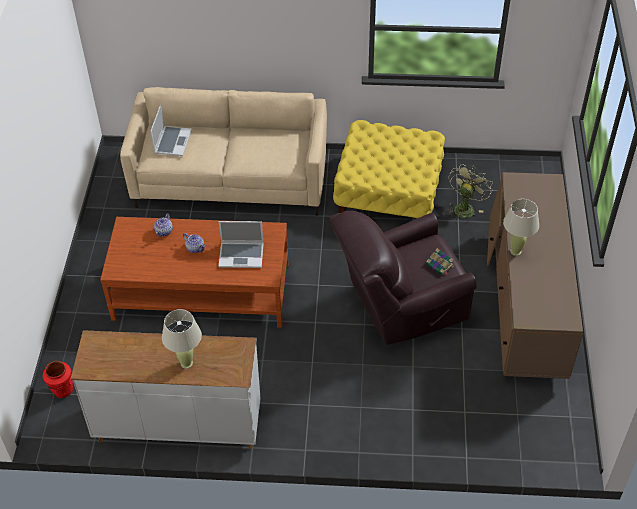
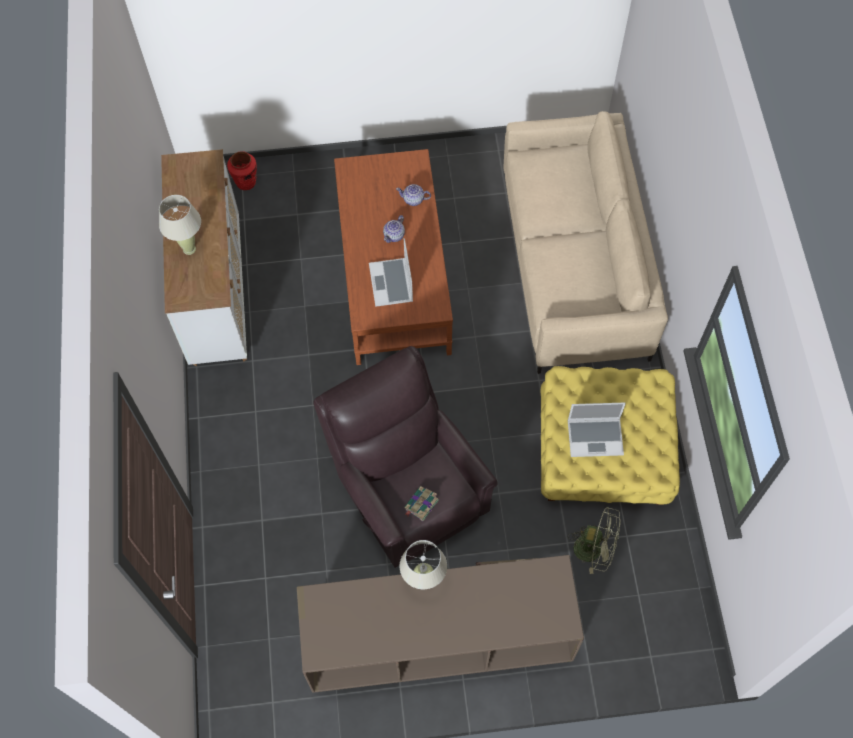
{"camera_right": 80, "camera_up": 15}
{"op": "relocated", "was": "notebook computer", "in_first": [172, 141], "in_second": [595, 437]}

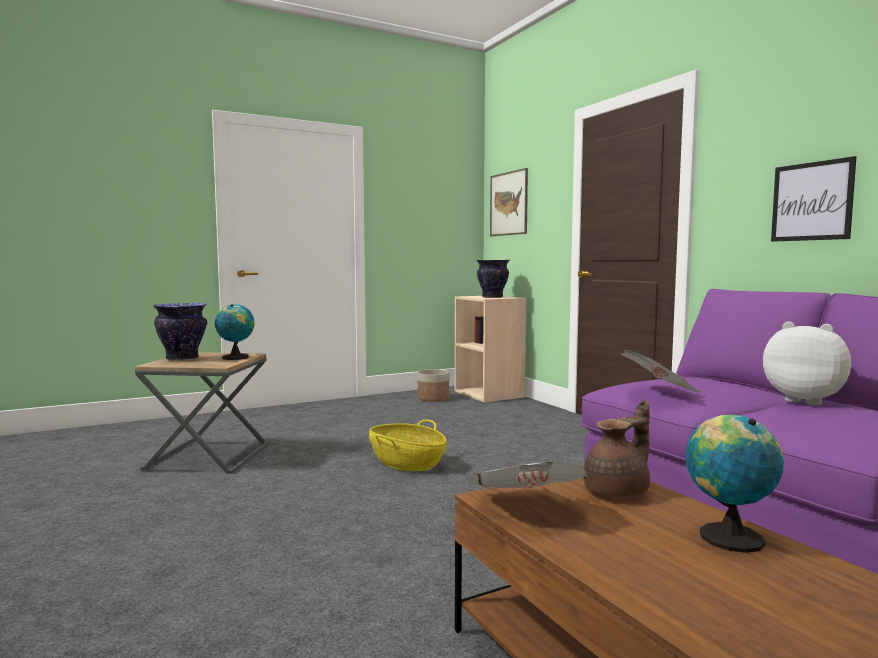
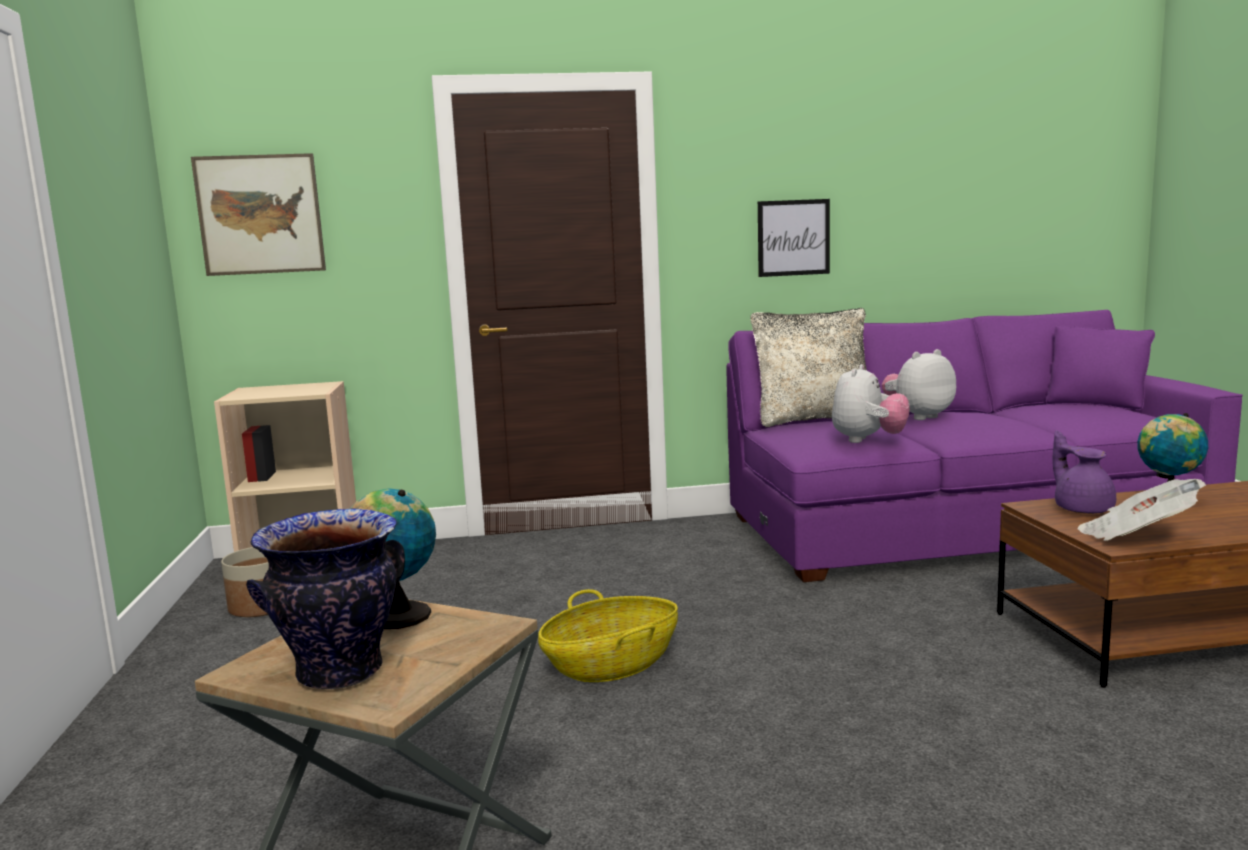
{"camera_right": -70, "camera_up": 5}
{"op": "missing", "was": "decorative vase", "in_first": [492, 297]}
{"op": "colour", "was": "brownish pot for tea", "now": "purple-coloured pot for tea", "in_first": [618, 491], "in_second": [1082, 509]}
{"op": "exchanged", "was": "daily paper", "now": "plush toy", "in_first": [661, 392], "in_second": [868, 440]}
{"op": "appeared", "now": "beige cushion", "in_second": [814, 421]}

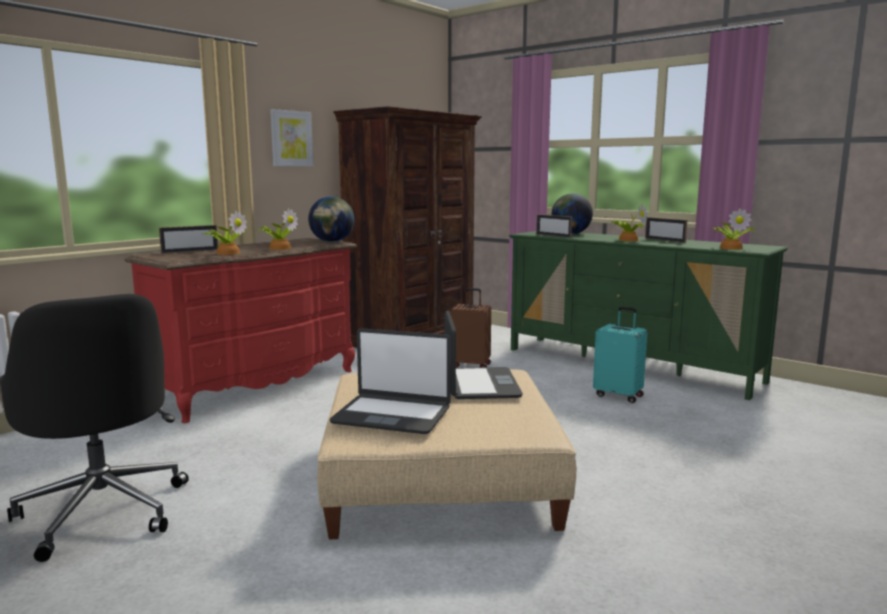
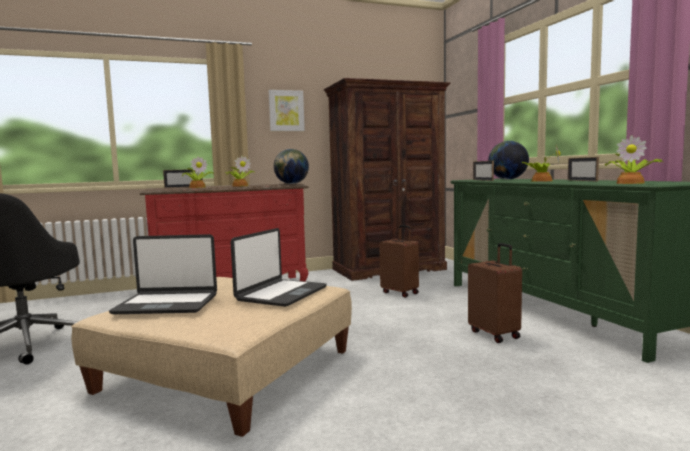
{"camera_right": 30, "camera_up": -5}
{"op": "spun", "was": "notebook computer", "in_first": [392, 415], "in_second": [167, 304], "clockwise": -45}
{"op": "colour", "was": "turquoise piece of luggage", "now": "brownish piece of luggage", "in_first": [619, 395], "in_second": [495, 334]}

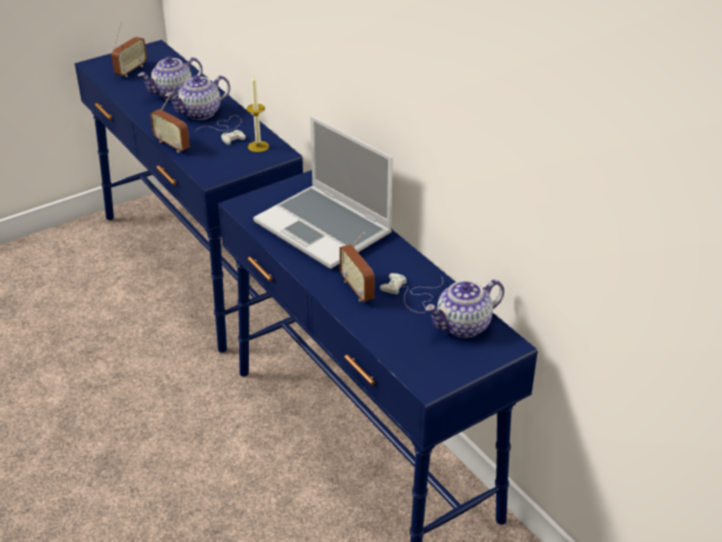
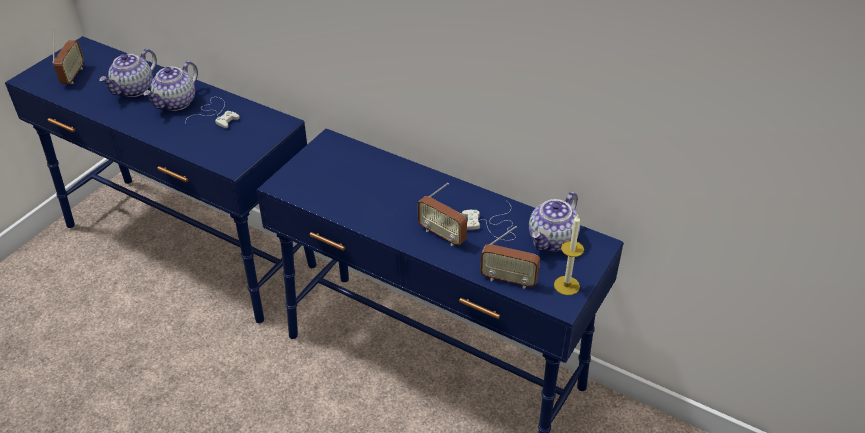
{"camera_right": -25, "camera_up": 5}
{"op": "relocated", "was": "radio receiver", "in_first": [172, 145], "in_second": [508, 280]}
{"op": "relocated", "was": "candle", "in_first": [258, 146], "in_second": [566, 285]}
{"op": "missing", "was": "notebook computer", "in_first": [325, 229]}

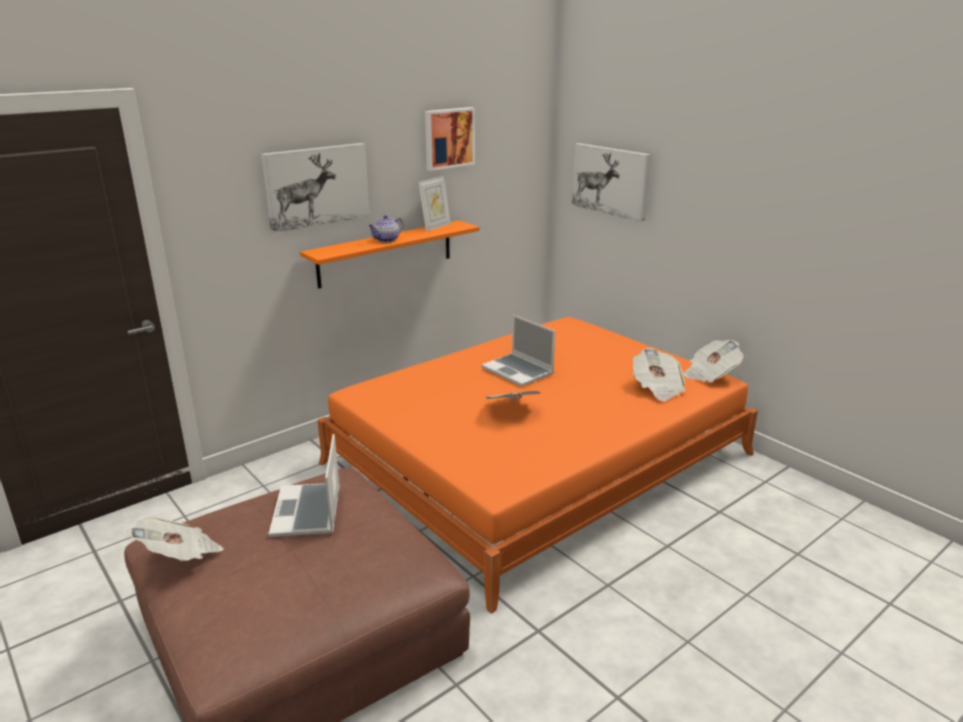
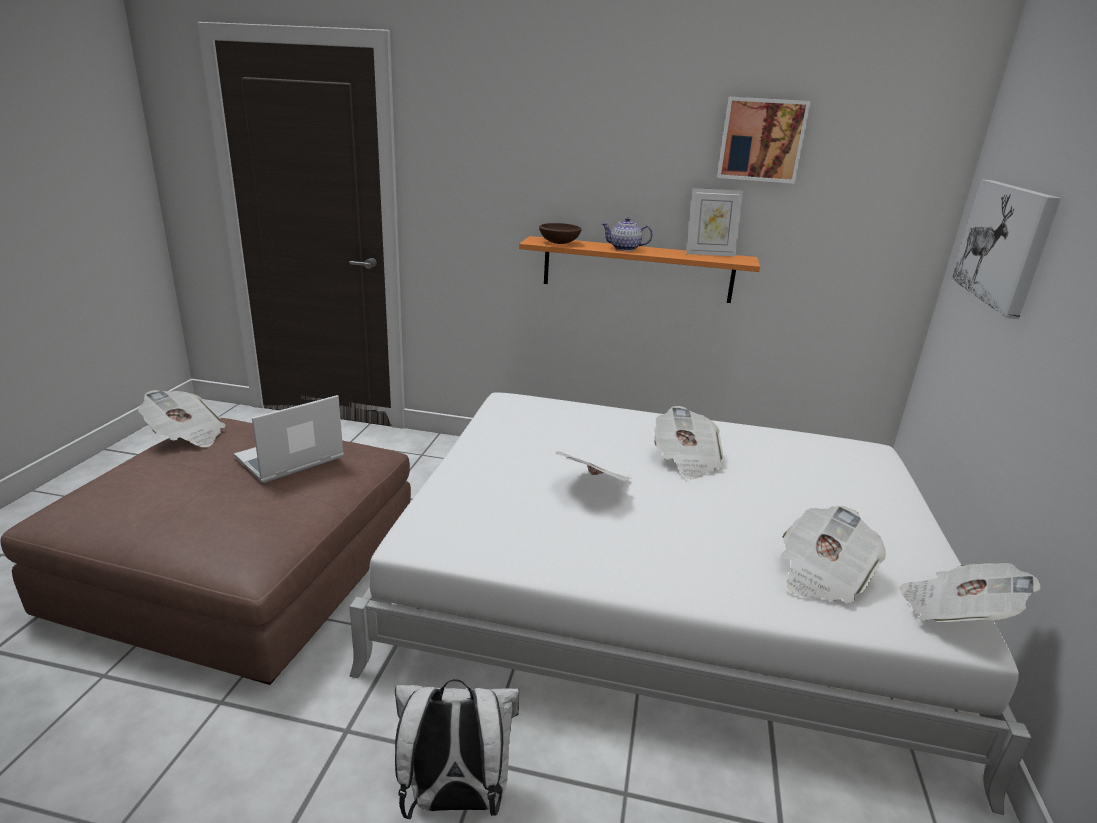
{"camera_right": 50, "camera_up": 0}
{"op": "missing", "was": "wall picture", "in_first": [316, 186]}
{"op": "colour", "was": "orangey bedroom bed", "now": "whitish bedroom bed", "in_first": [538, 459], "in_second": [663, 585]}
{"op": "exchanged", "was": "notebook computer", "now": "daily paper", "in_first": [519, 371], "in_second": [686, 460]}
{"op": "appeared", "now": "whitish backpack", "in_second": [455, 799]}
{"op": "appeared", "now": "brownish bowl", "in_second": [559, 242]}

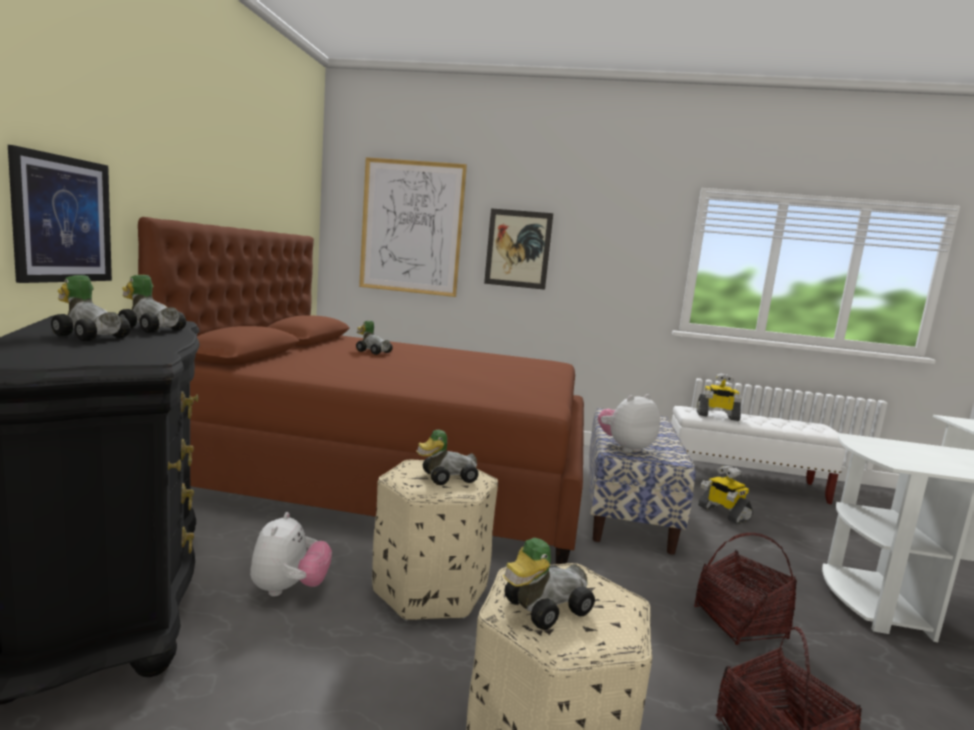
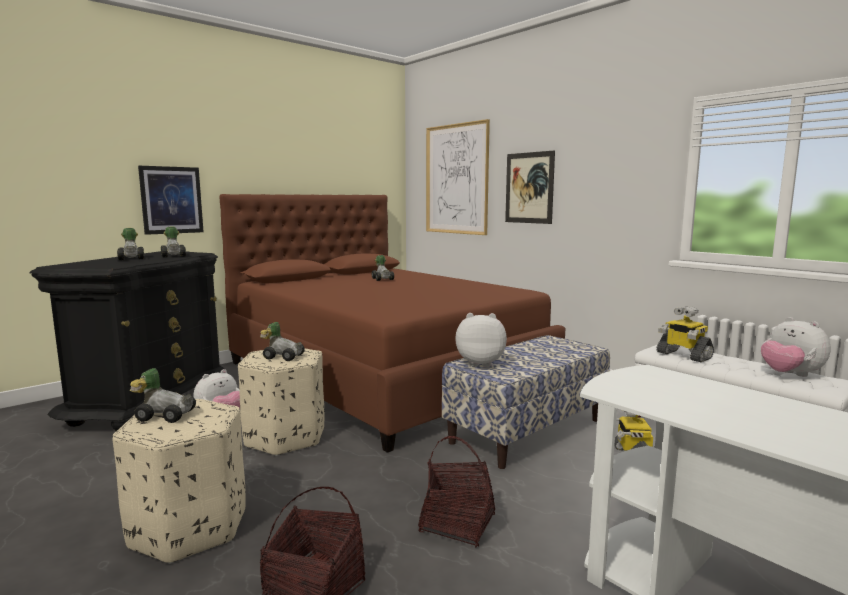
{"camera_right": 40, "camera_up": 0}
{"op": "appeared", "now": "plush toy", "in_second": [790, 374]}

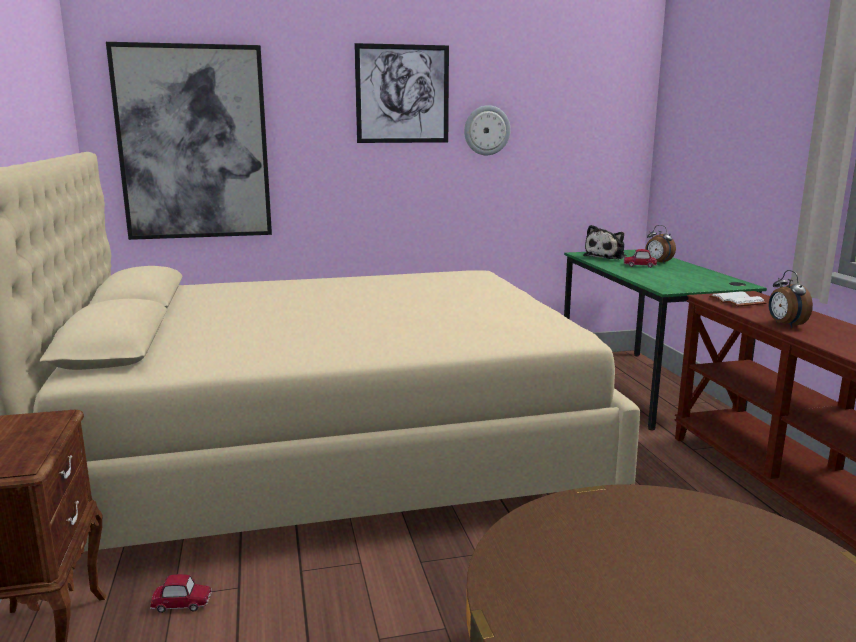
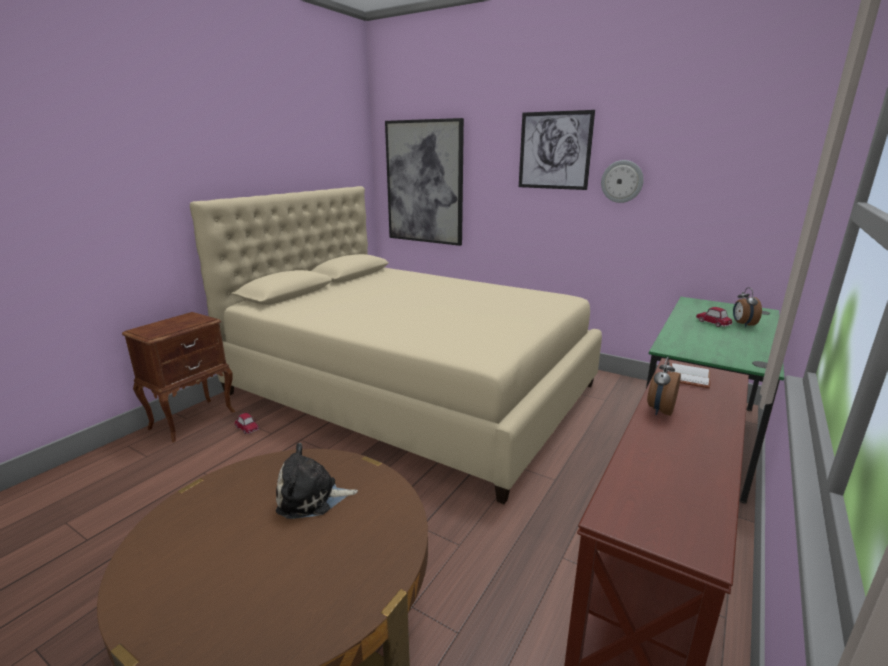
{"camera_right": 45, "camera_up": 5}
{"op": "relocated", "was": "plush toy", "in_first": [606, 256], "in_second": [312, 498]}

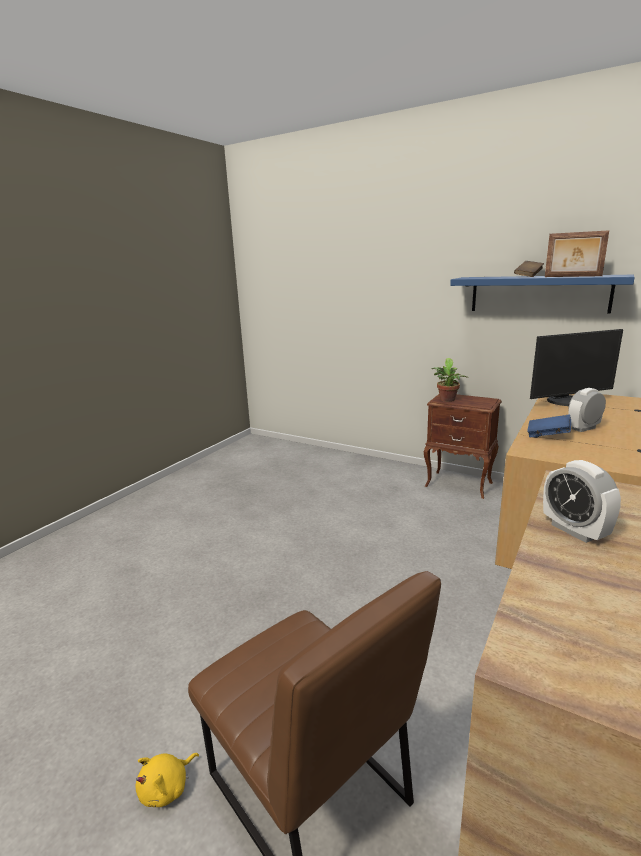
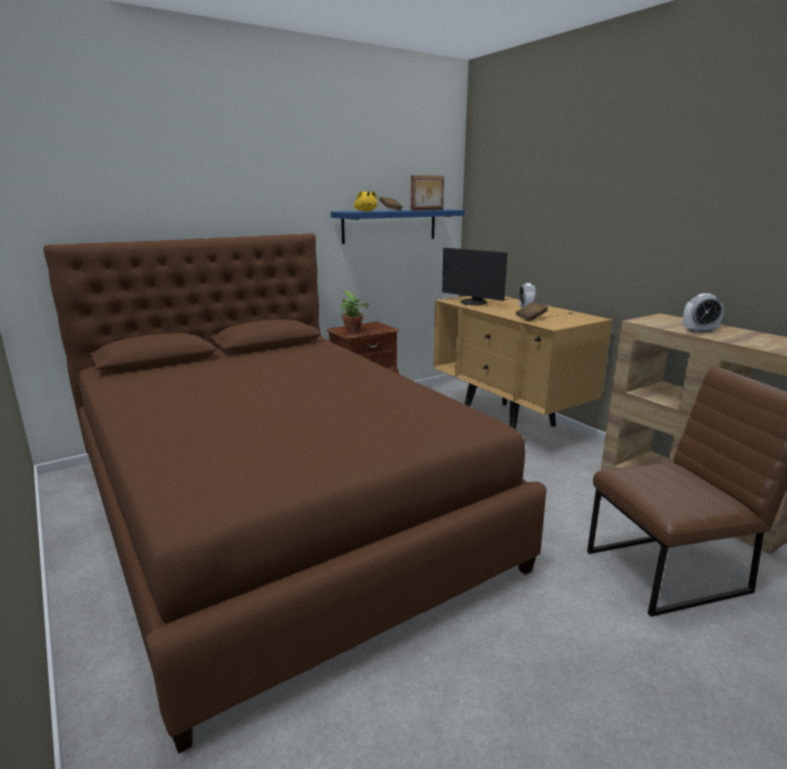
{"camera_right": -65, "camera_up": 0}
{"op": "relocated", "was": "yellow plush toy", "in_first": [167, 788], "in_second": [365, 211]}
{"op": "colour", "was": "blue-coloured bound book", "now": "brownish bound book", "in_first": [548, 435], "in_second": [531, 318]}
{"op": "spun", "was": "monitor", "in_first": [567, 401], "in_second": [472, 302], "clockwise": 120}
{"op": "appeared", "now": "brownish bedroom bed", "in_second": [278, 509]}

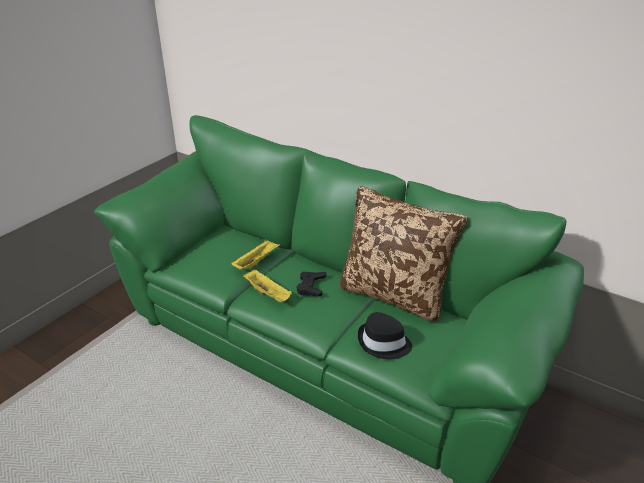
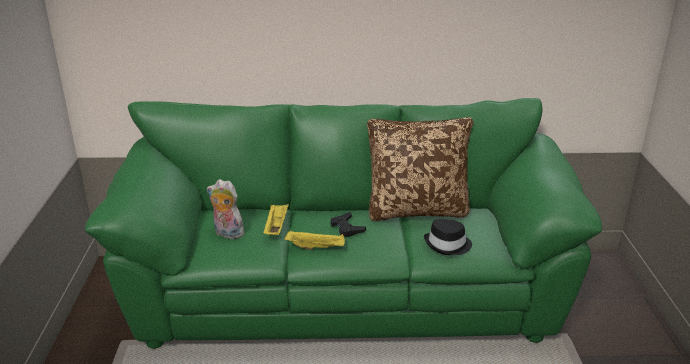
{"camera_right": -35, "camera_up": -5}
{"op": "appeared", "now": "plush toy", "in_second": [227, 234]}

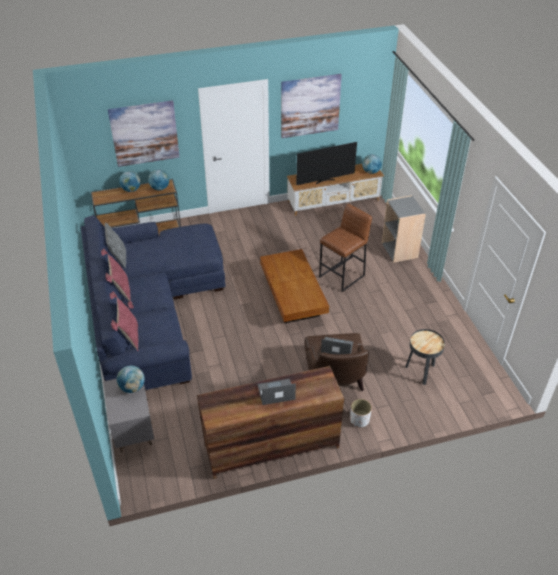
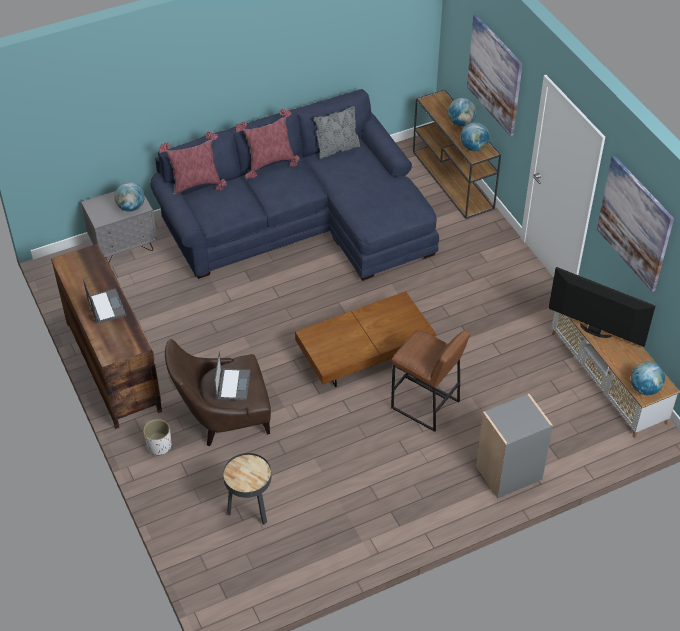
{"camera_right": 80, "camera_up": 5}
{"op": "spun", "was": "television", "in_first": [325, 181], "in_second": [594, 332], "clockwise": 150}

